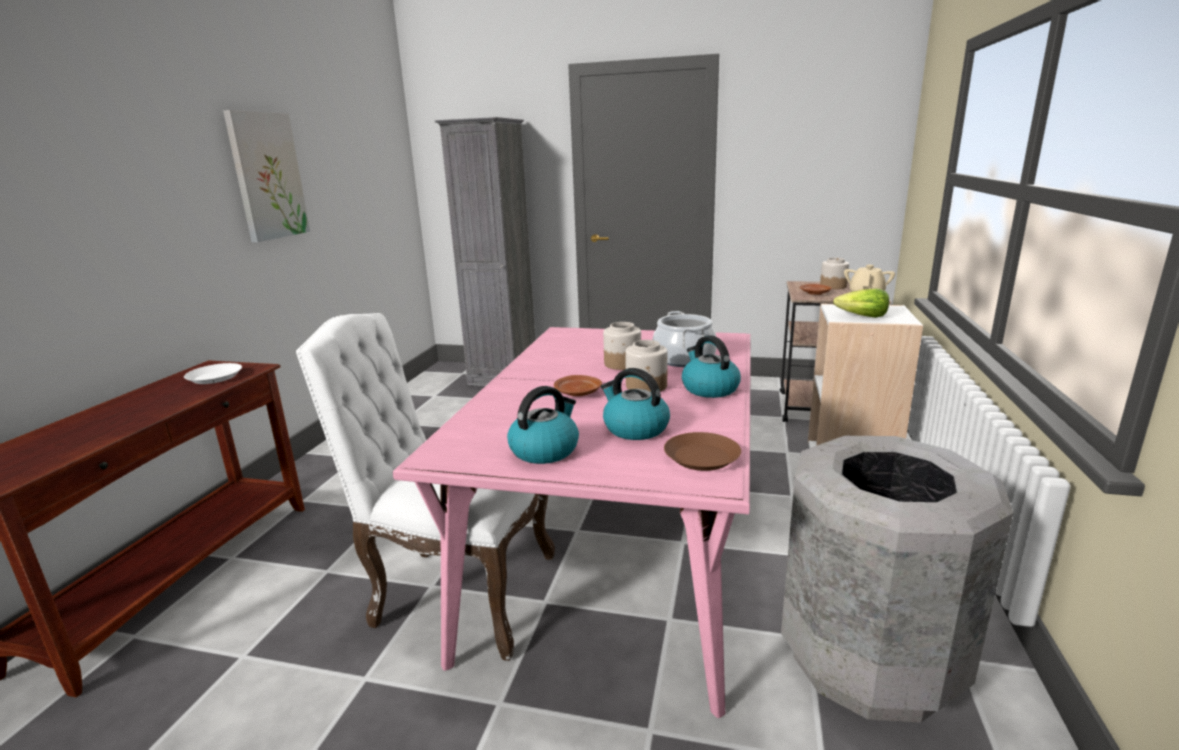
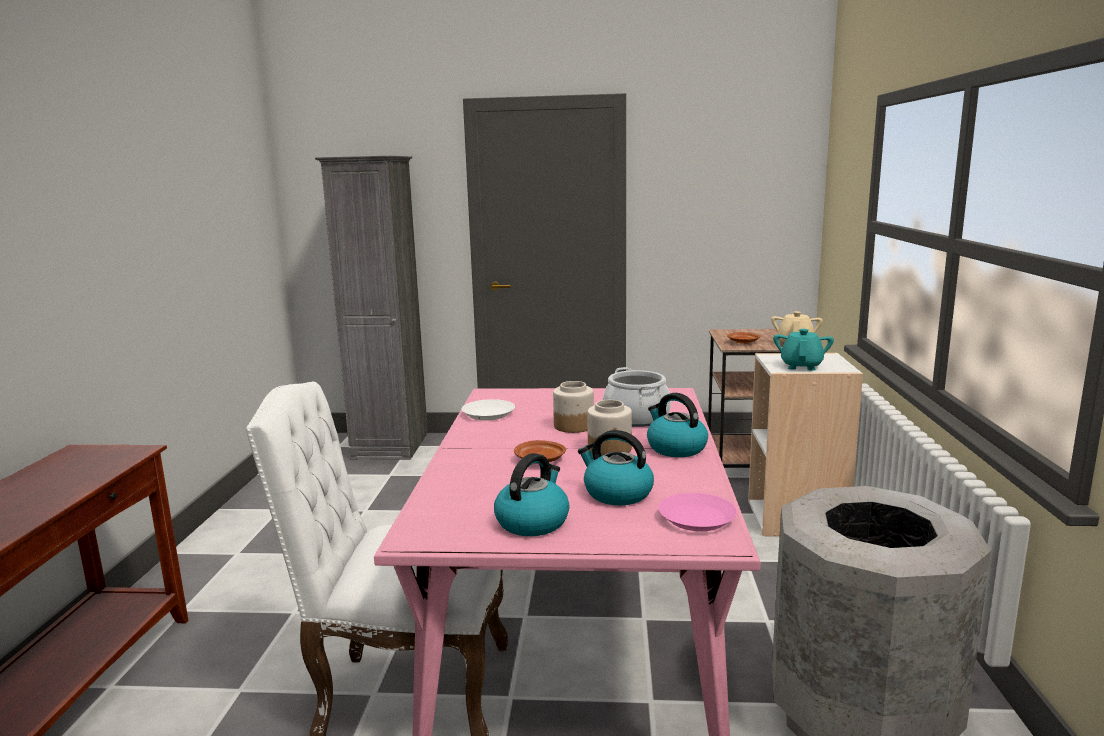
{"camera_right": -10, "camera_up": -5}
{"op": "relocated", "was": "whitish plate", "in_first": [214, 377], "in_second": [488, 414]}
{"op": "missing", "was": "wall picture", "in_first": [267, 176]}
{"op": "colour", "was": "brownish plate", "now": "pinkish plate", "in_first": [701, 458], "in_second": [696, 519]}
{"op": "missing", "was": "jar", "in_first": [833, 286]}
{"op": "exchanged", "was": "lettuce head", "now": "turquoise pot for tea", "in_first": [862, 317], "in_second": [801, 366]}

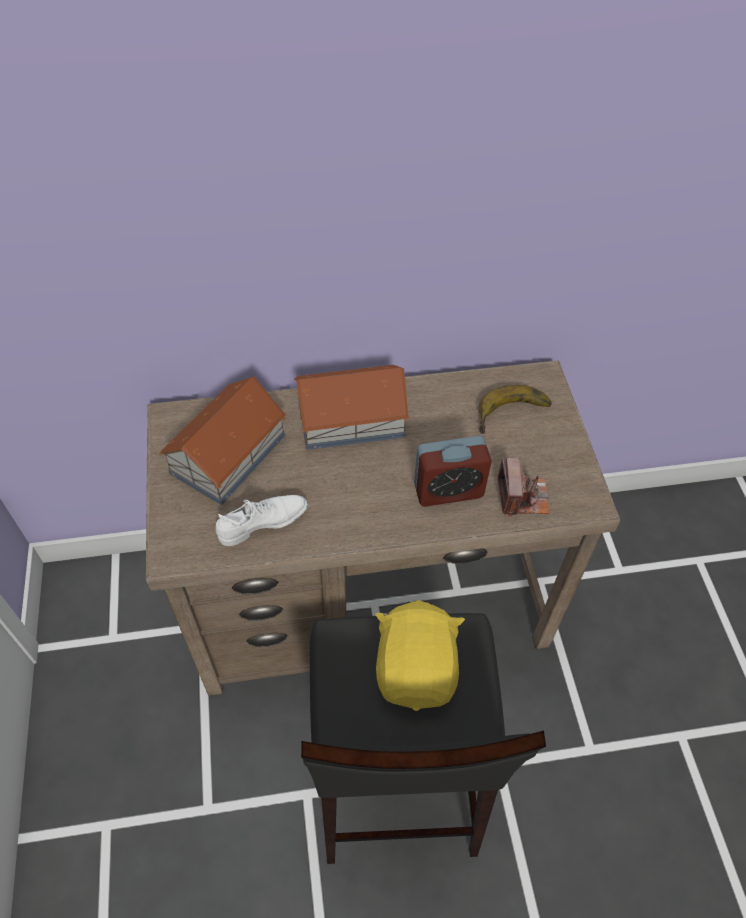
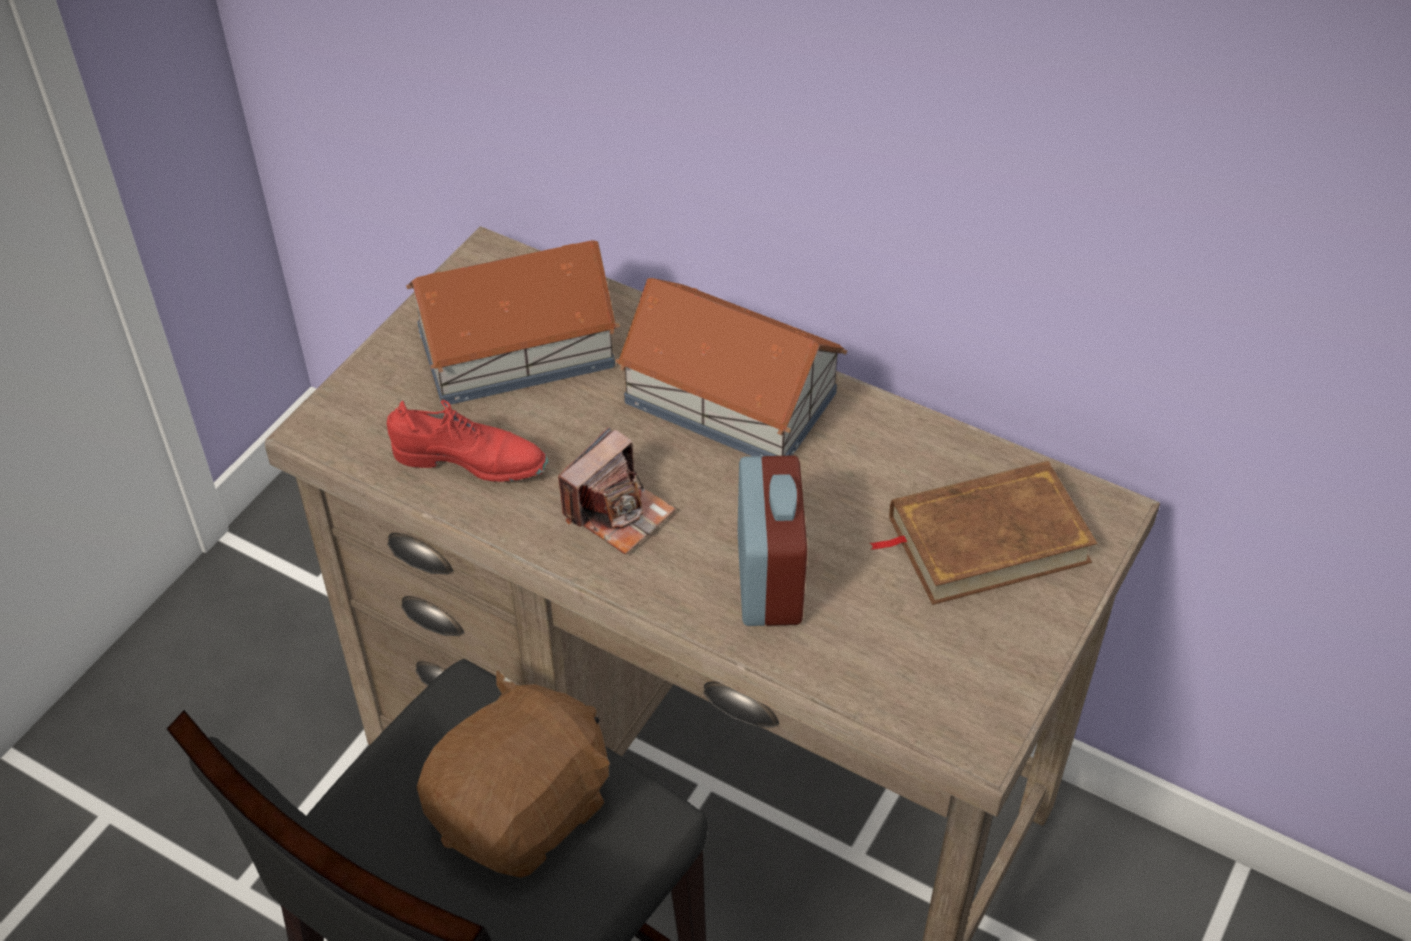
{"camera_right": 40, "camera_up": -5}
{"op": "colour", "was": "whitish item of footwear", "now": "red-coloured item of footwear", "in_first": [263, 523], "in_second": [470, 461]}
{"op": "colour", "was": "yellow plush toy", "now": "brownish plush toy", "in_first": [416, 669], "in_second": [523, 810]}
{"op": "spun", "was": "table clock", "in_first": [448, 490], "in_second": [769, 579], "clockwise": -120}
{"op": "exchanged", "was": "banana fruit", "now": "brownish bound book", "in_first": [514, 416], "in_second": [987, 539]}
{"op": "relocated", "was": "still camera", "in_first": [522, 496], "in_second": [618, 512]}

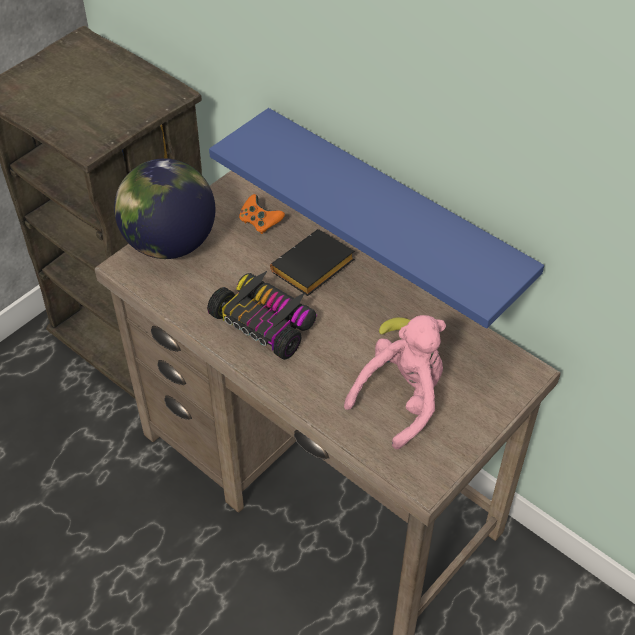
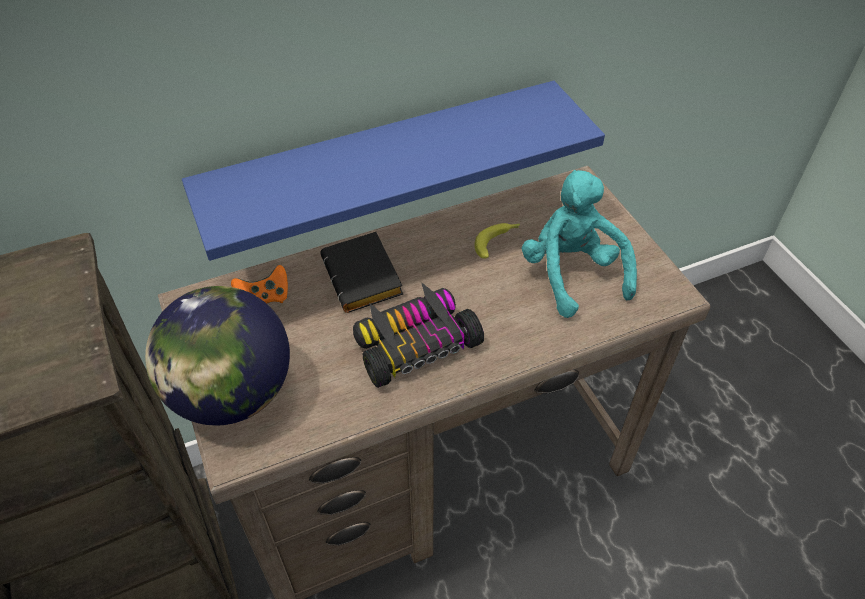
{"camera_right": -65, "camera_up": 0}
{"op": "colour", "was": "pinkish plush toy", "now": "turquoise plush toy", "in_first": [402, 399], "in_second": [572, 274]}

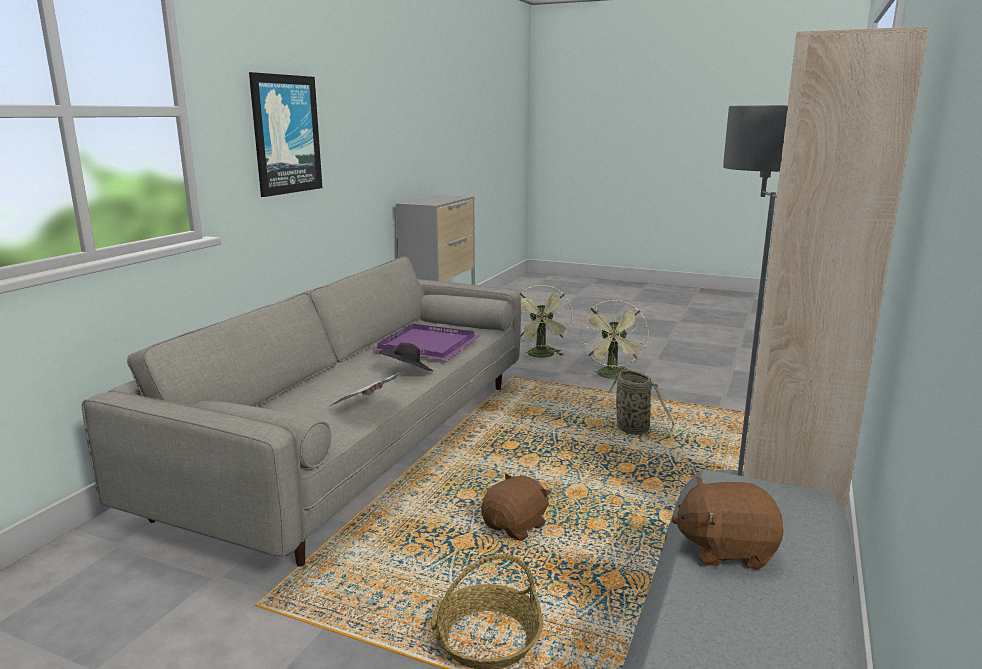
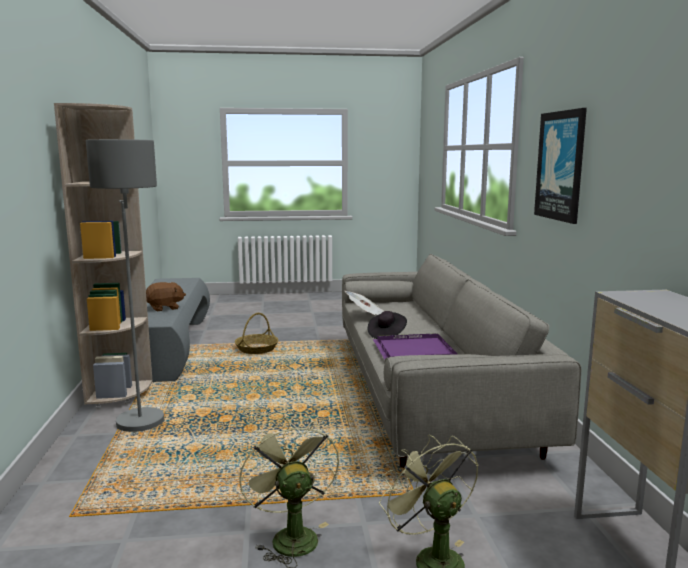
{"camera_right": 150, "camera_up": -5}
{"op": "missing", "was": "brownish plush toy", "in_first": [516, 526]}
{"op": "missing", "was": "household basket", "in_first": [630, 428]}

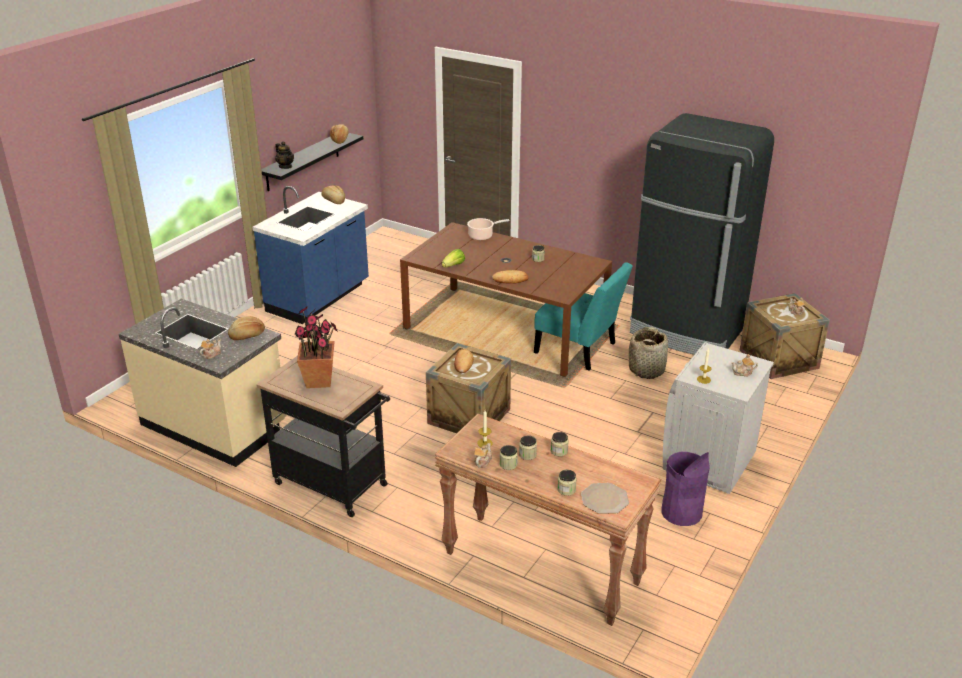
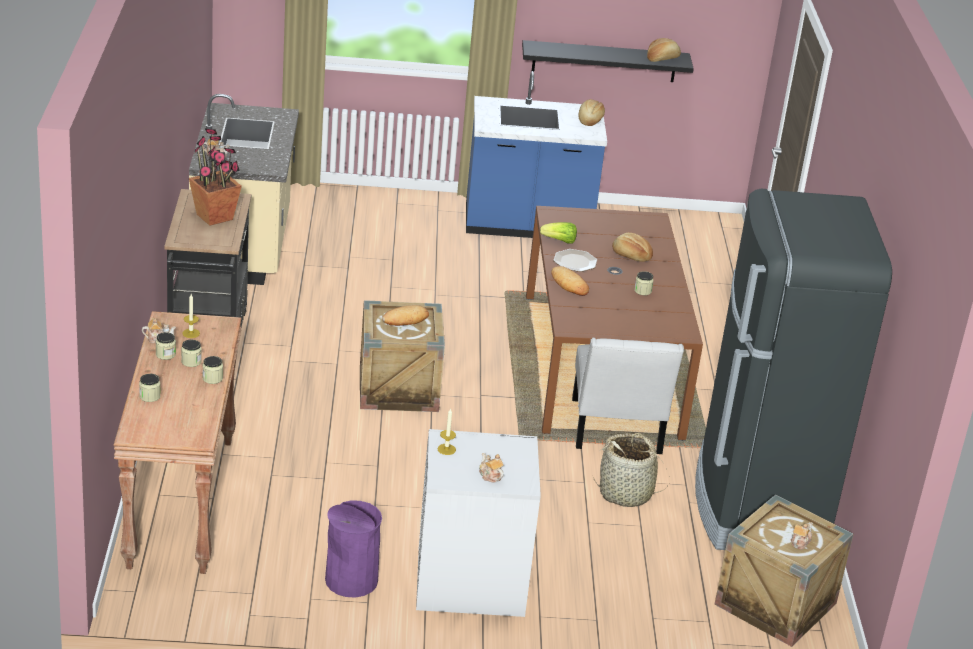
{"camera_right": 55, "camera_up": 0}
{"op": "relocated", "was": "bread", "in_first": [247, 335], "in_second": [631, 255]}
{"op": "missing", "was": "pot for tea", "in_first": [285, 166]}
{"op": "missing", "was": "cooking pot", "in_first": [482, 236]}
{"op": "colour", "was": "turquoise upright chair", "now": "whitish upright chair", "in_first": [579, 350], "in_second": [616, 430]}
{"op": "relocated", "was": "plate", "in_first": [605, 499], "in_second": [575, 262]}

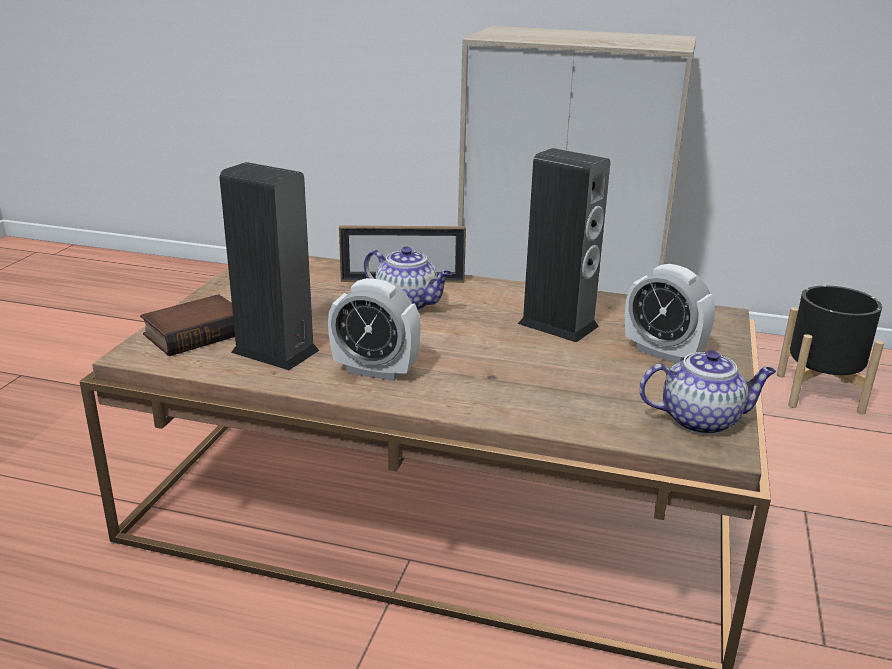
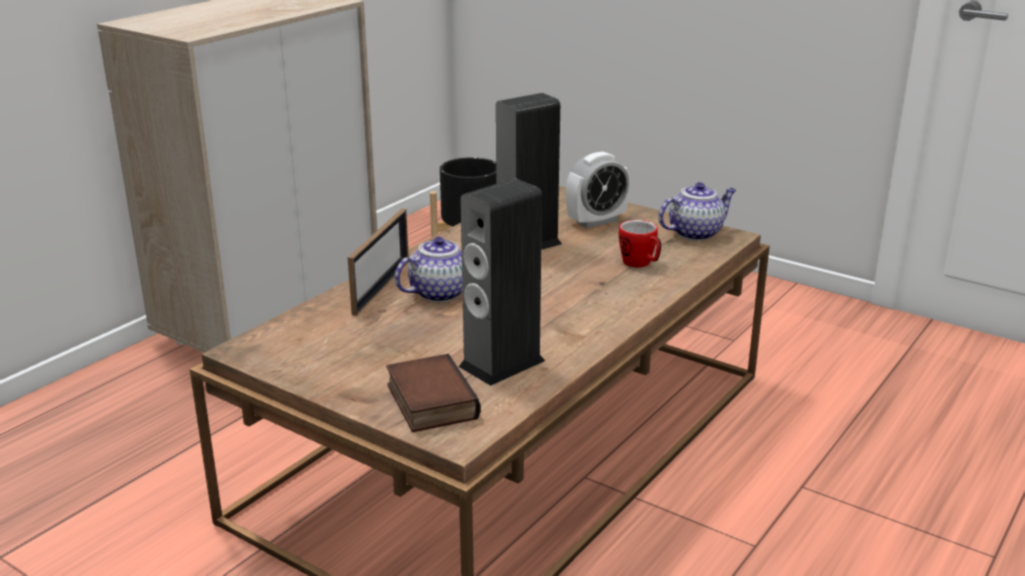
{"camera_right": -70, "camera_up": 0}
{"op": "missing", "was": "table clock", "in_first": [375, 371]}
{"op": "spun", "was": "pot for tea", "in_first": [701, 420], "in_second": [696, 233], "clockwise": 45}
{"op": "appeared", "now": "tea mug", "in_second": [640, 264]}

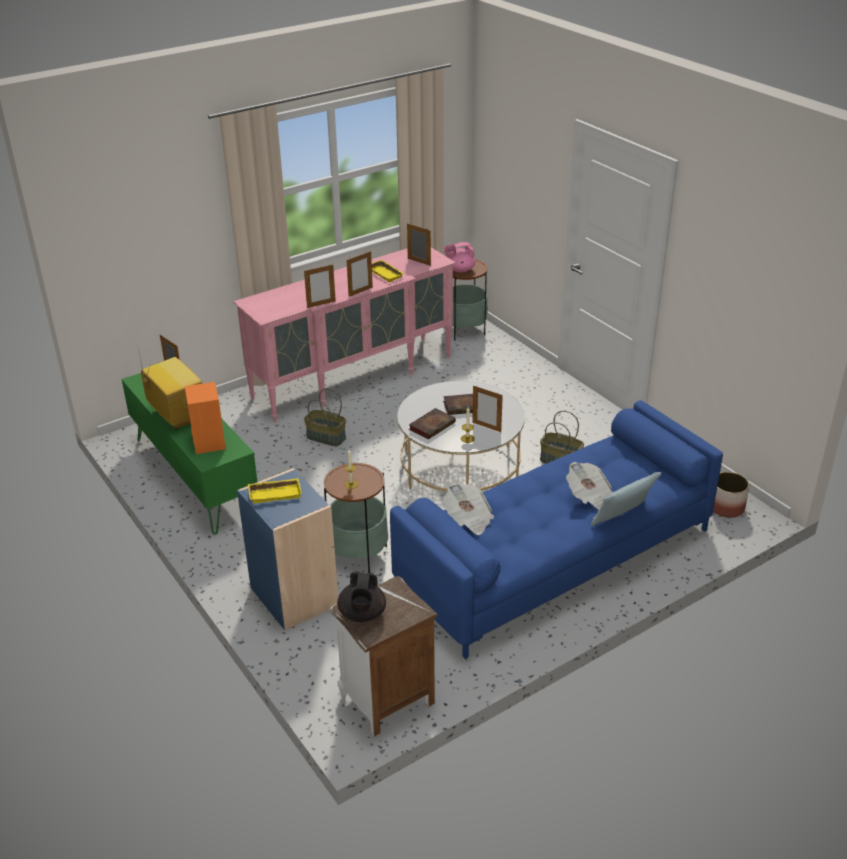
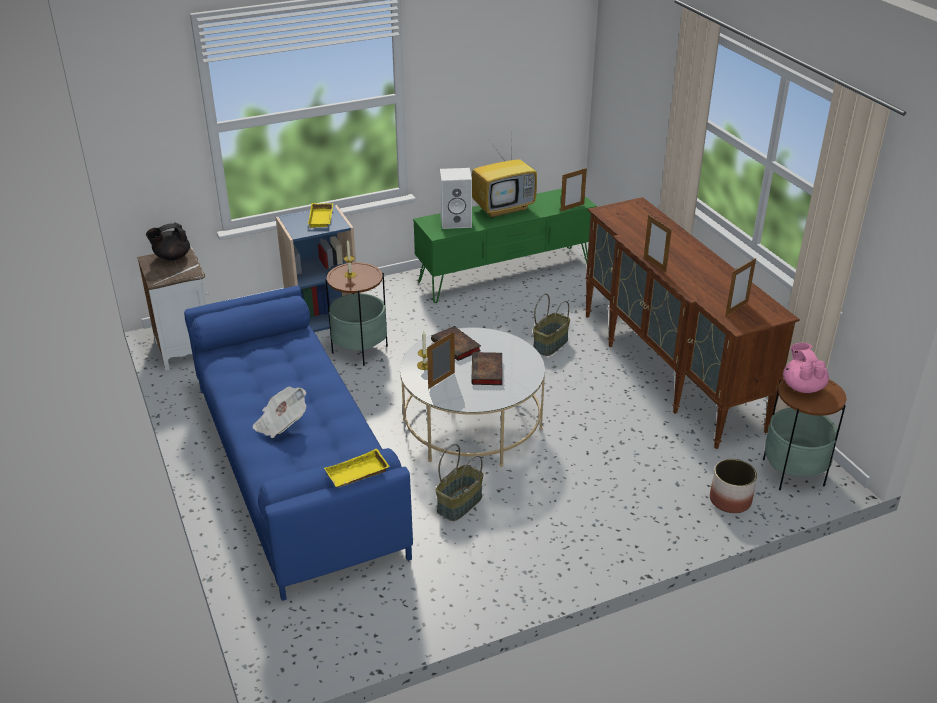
{"camera_right": 100, "camera_up": 0}
{"op": "colour", "was": "orangey audio speaker", "now": "whitish audio speaker", "in_first": [208, 441], "in_second": [456, 221]}
{"op": "colour", "was": "pinkish storage cabinet", "now": "brownish storage cabinet", "in_first": [354, 378], "in_second": [668, 370]}
{"op": "missing", "was": "photo frame", "in_first": [321, 304]}
{"op": "spun", "was": "black pot for tea", "in_first": [362, 614], "in_second": [172, 257], "clockwise": -45}
{"op": "relocated", "was": "yellow tray", "in_first": [386, 273], "in_second": [357, 474]}
{"op": "missing", "was": "daily paper", "in_first": [468, 519]}
{"op": "missing", "was": "blue-coloured cushion", "in_first": [623, 516]}
{"op": "relocated", "was": "planter", "in_first": [726, 508], "in_second": [729, 500]}

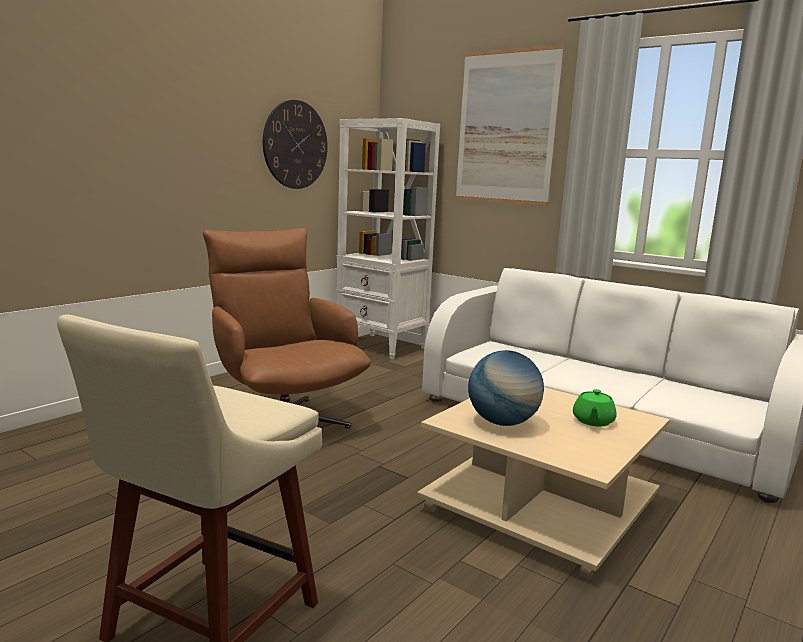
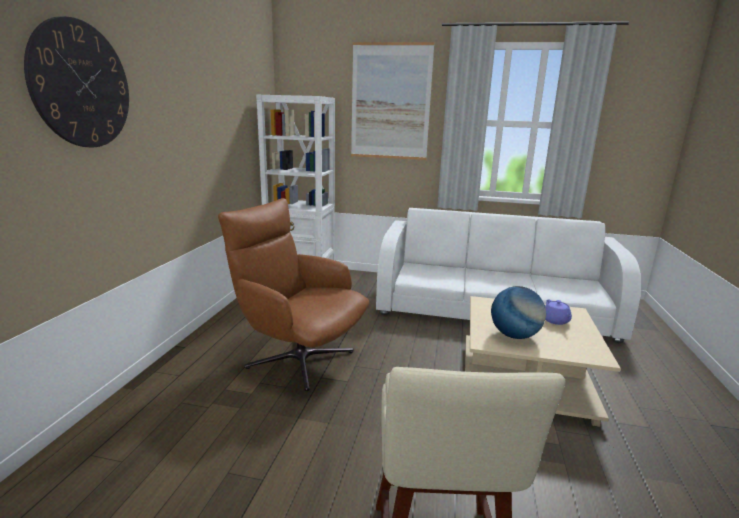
{"camera_right": -25, "camera_up": 5}
{"op": "relocated", "was": "wall clock", "in_first": [295, 145], "in_second": [81, 85]}
{"op": "colour", "was": "green pot for tea", "now": "purple-coloured pot for tea", "in_first": [593, 421], "in_second": [555, 321]}

